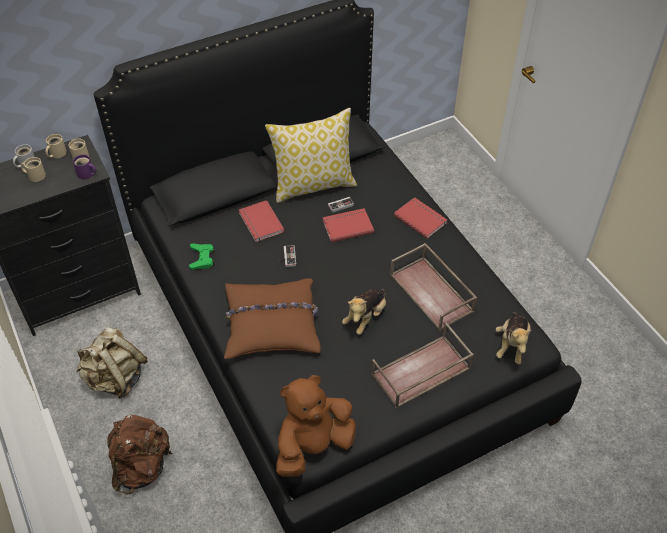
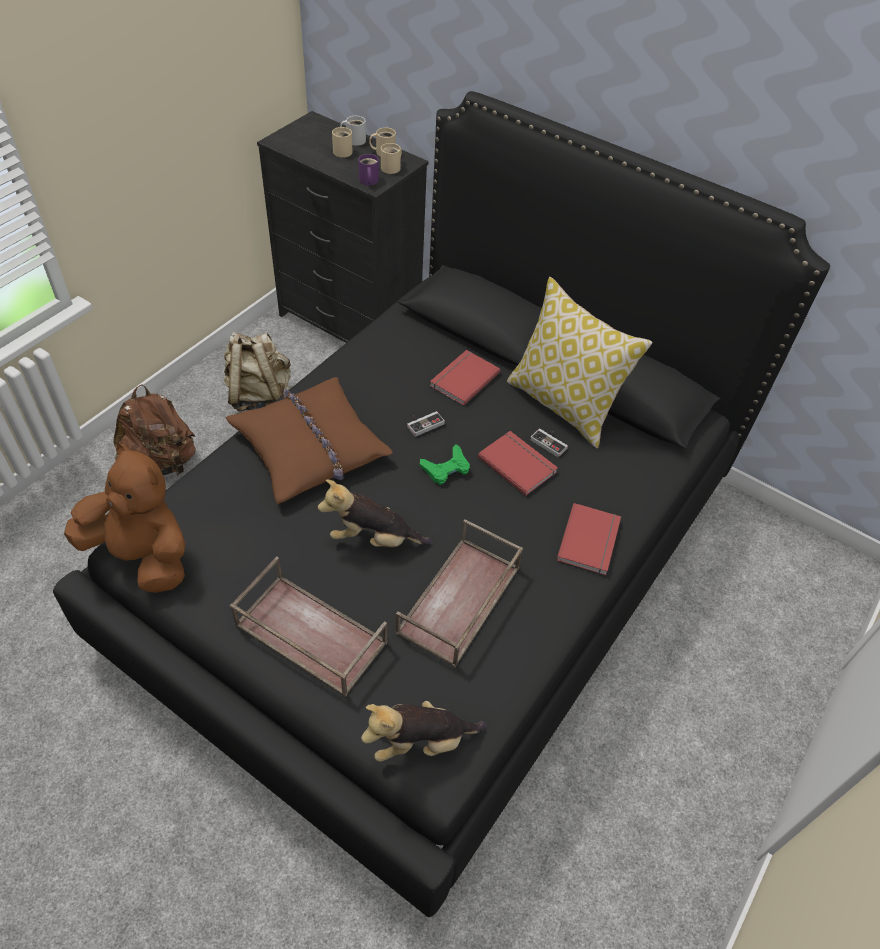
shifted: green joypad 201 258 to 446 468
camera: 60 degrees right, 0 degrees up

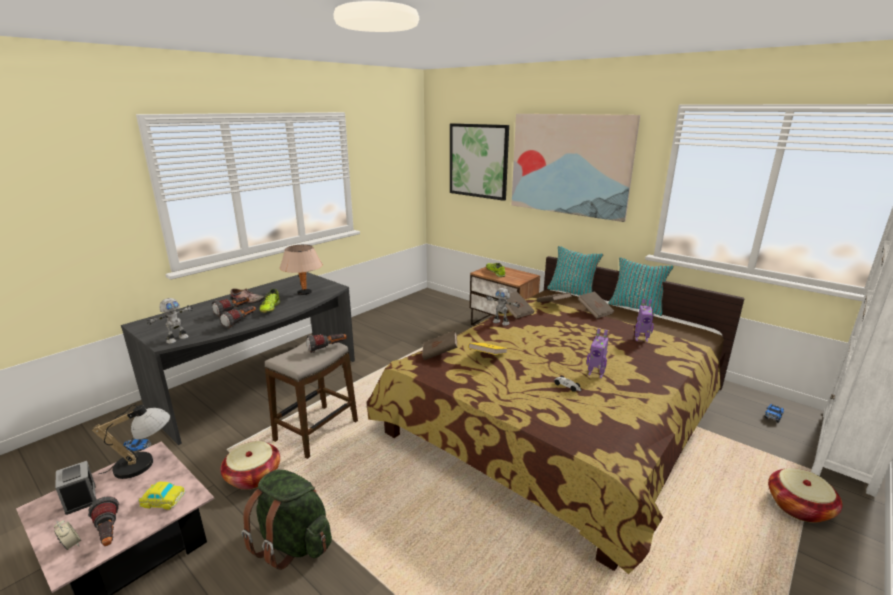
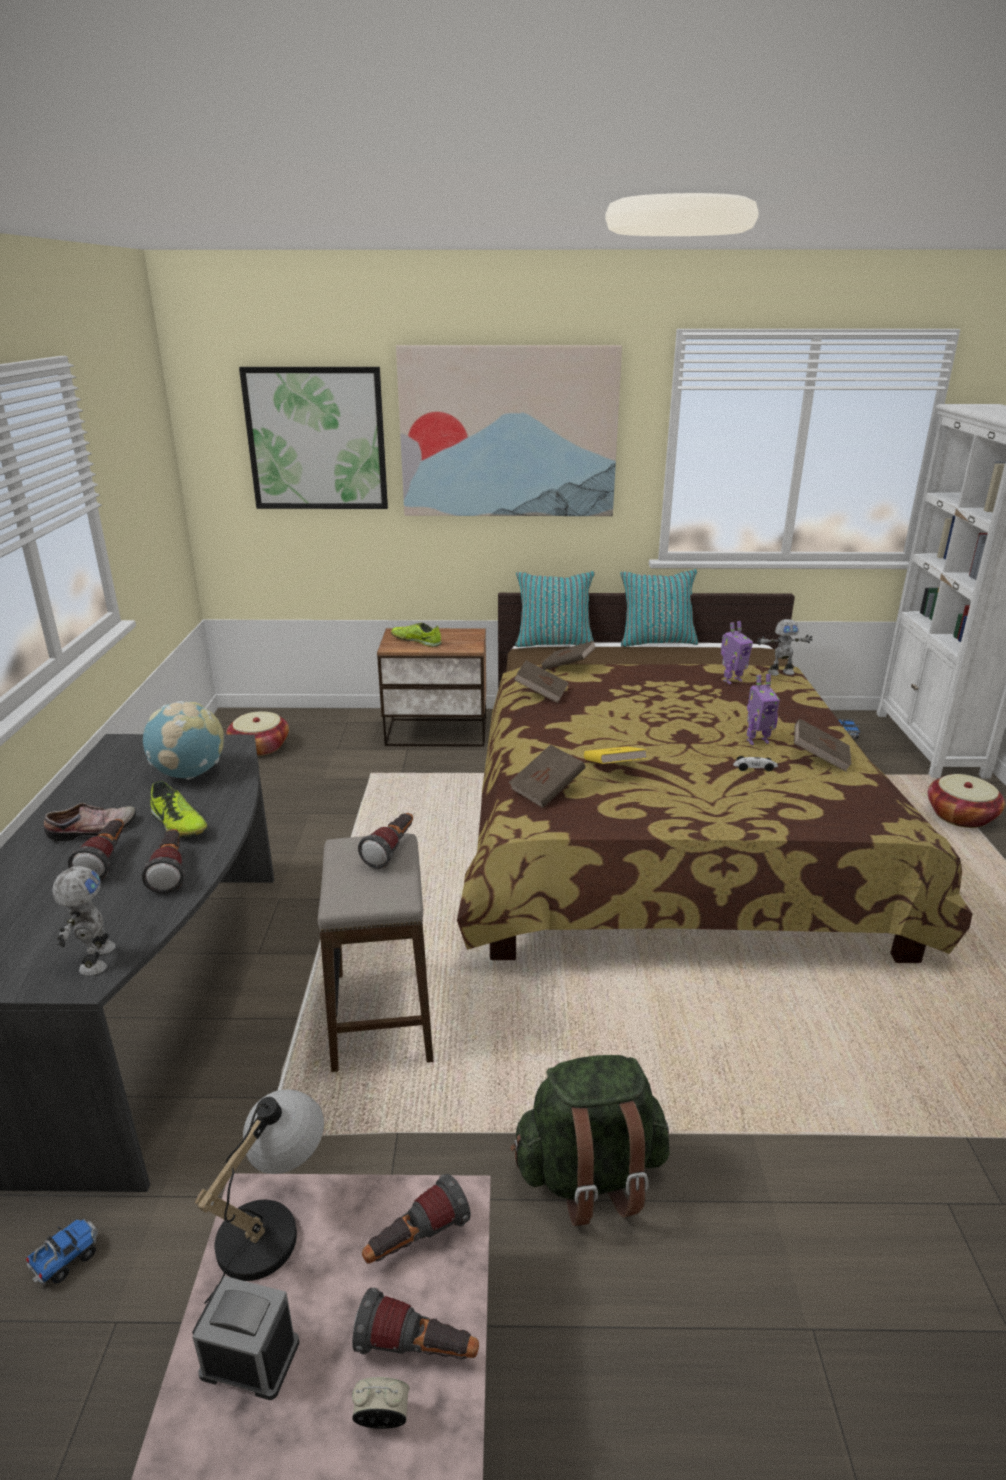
shifted: basket 253 476 to 260 747; toy robot 501 322 to 780 672; brown-coloured bound book 595 312 to 819 758
swapped: model car 162 500 to flashlight 415 1241; beige lamp for a table 304 293 to world globe 190 773
camera: 40 degrees left, 5 degrees up

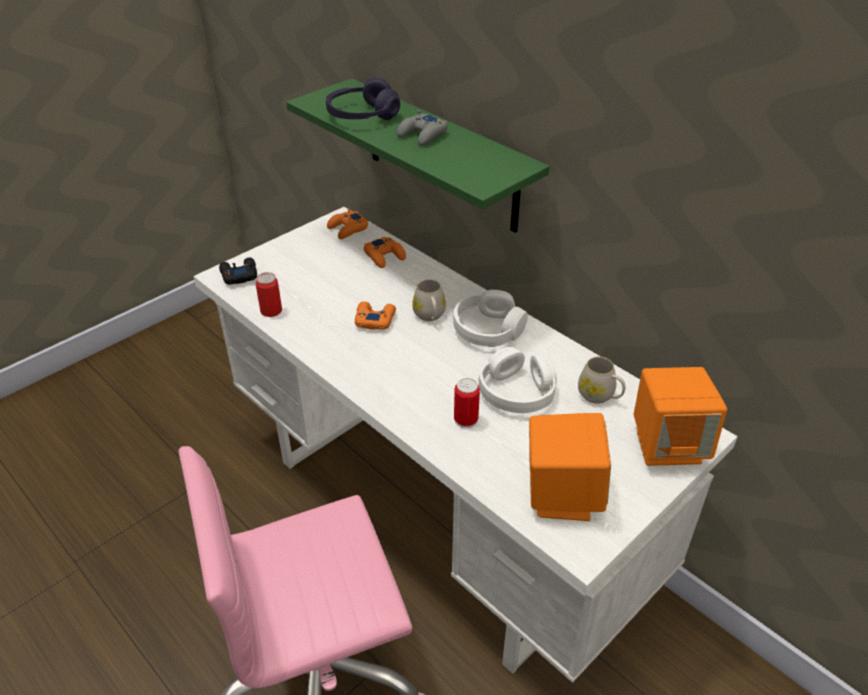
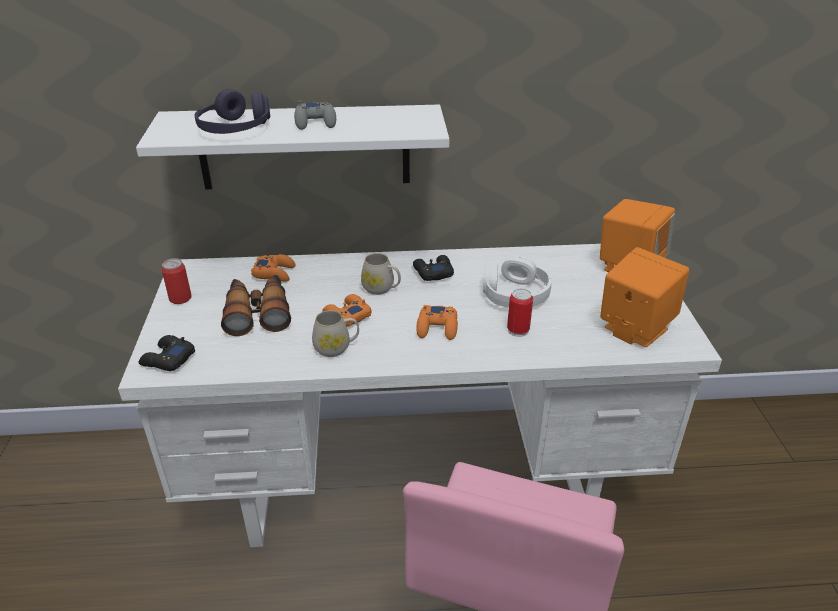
new: field glasses 258 312
shifted: can 271 311 to 180 298; orange-coloured joypad 347 229 to 437 327; white mug 599 396 to 336 347
swapped: white pair of headphones 488 329 to black-coloured joypad 433 272
repainted: green wall shelf 441 156 to white wall shelf 304 147
camera: 50 degrees left, 5 degrees down

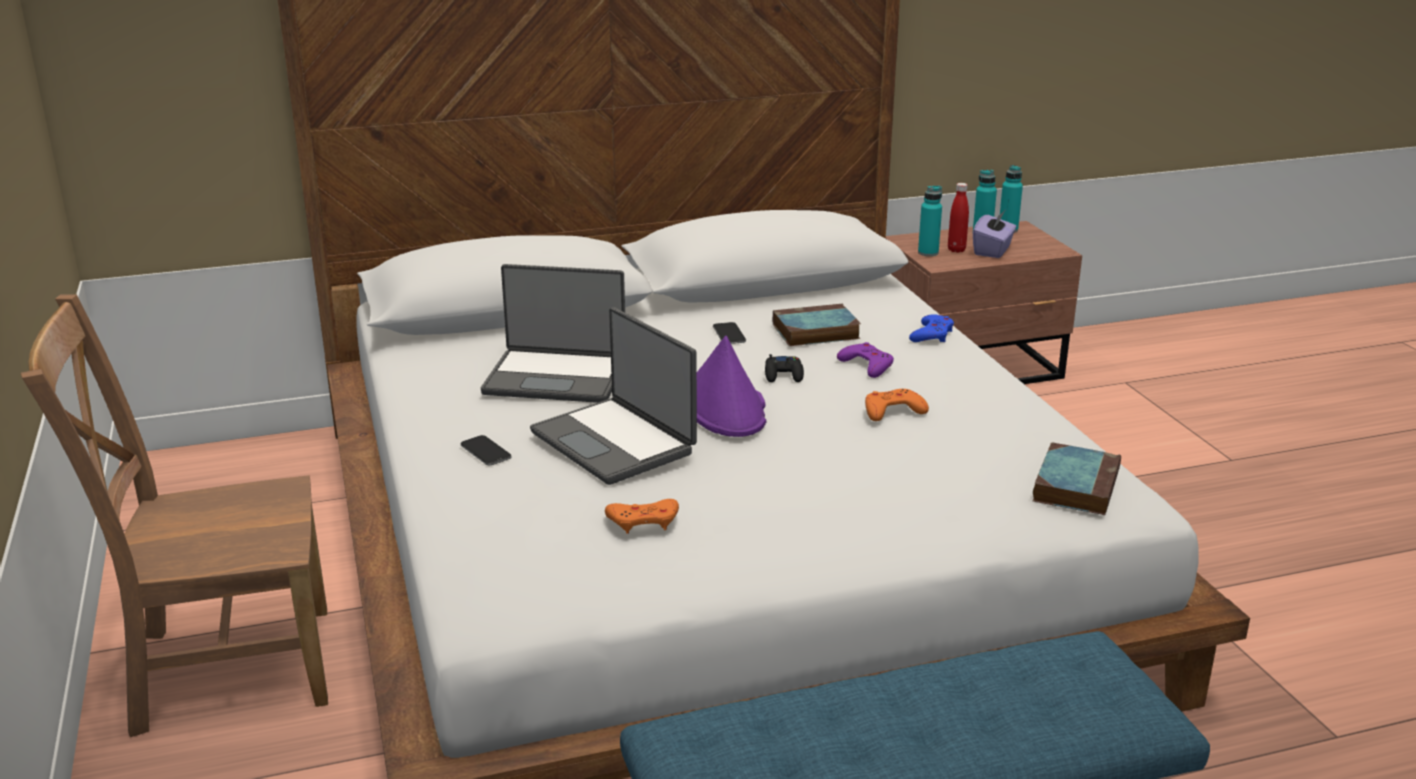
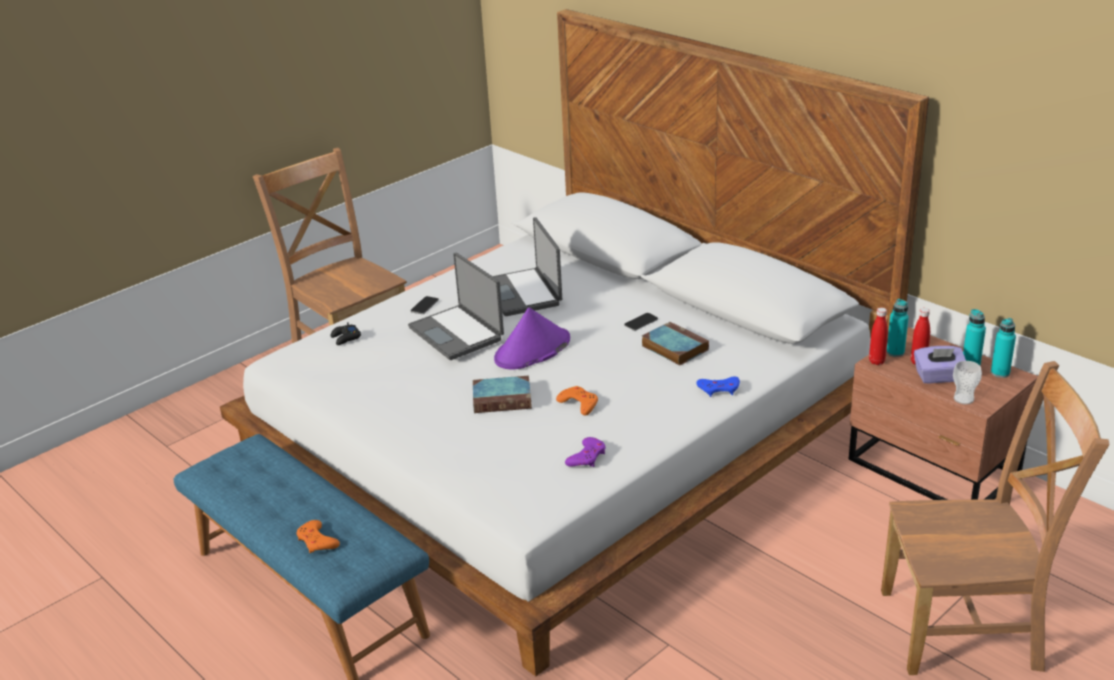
new: red-coloured bottle 876 361; brown-coloured chair 967 629; cup 963 399
shifted: orange-coloured joypad 643 521 to 317 541; black-coloured joypad 784 374 to 345 338; purple-coloured joypad 867 365 to 587 457; bound book 1075 485 to 503 399
rotated: portable computer 615 442 = 457 333 60 degrees counterclockwise
camera: 65 degrees right, 5 degrees up

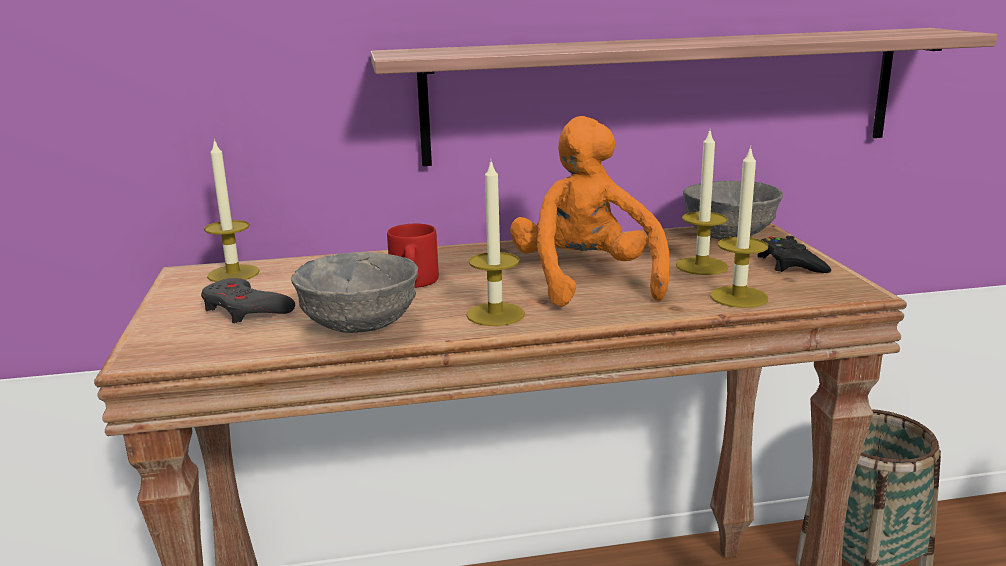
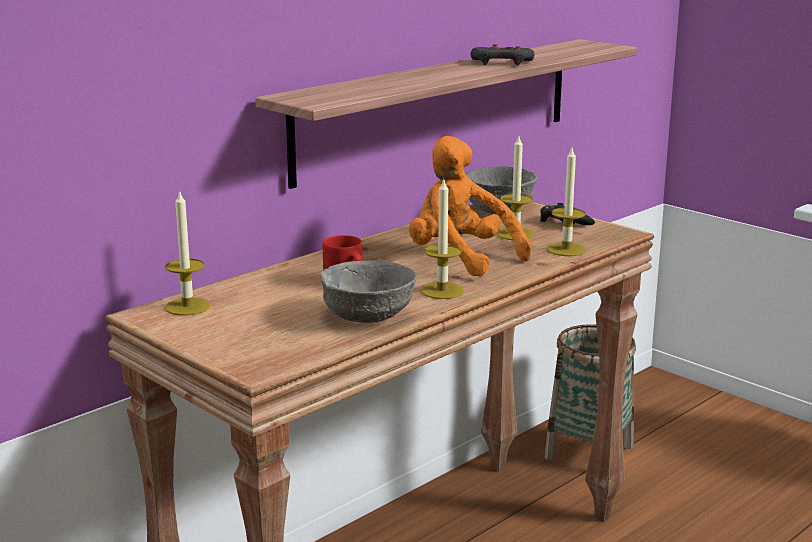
shifted: greyish joypad 245 309 to 502 62
camera: 35 degrees left, 0 degrees up

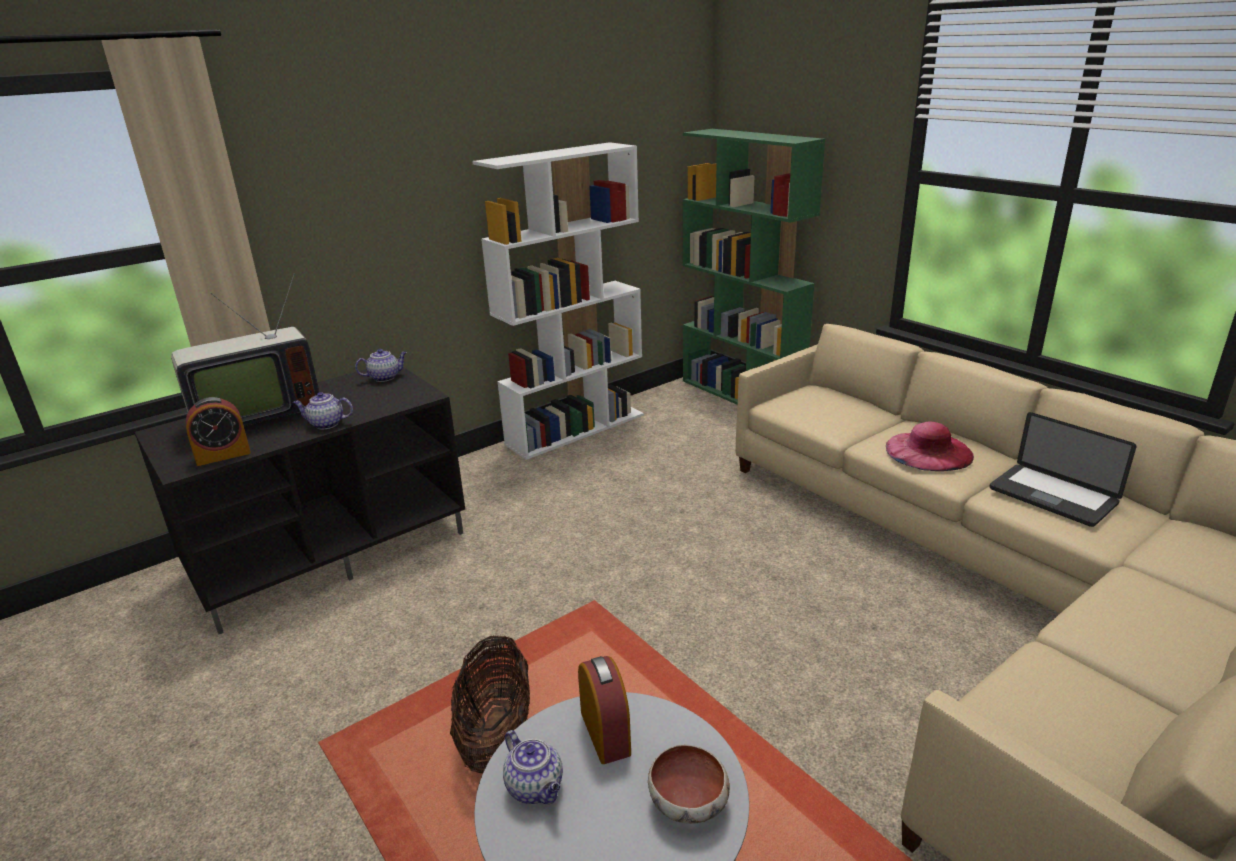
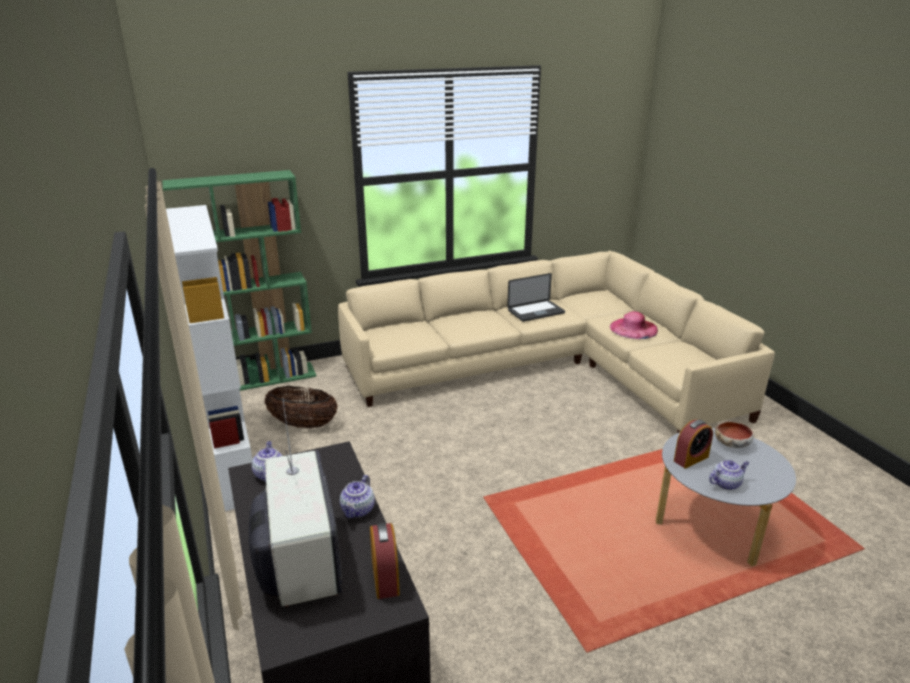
shifted: basket 496 735 to 303 424; pink-coloured wearable hat 928 451 to 633 328
rotated: table clock 605 733 = 691 459 150 degrees clockwise
camera: 75 degrees left, 0 degrees up

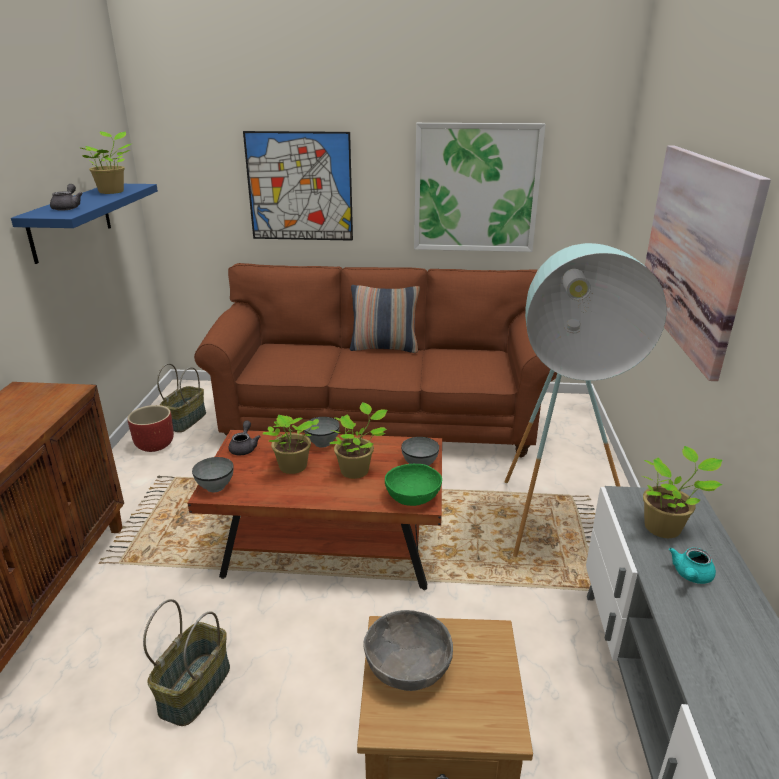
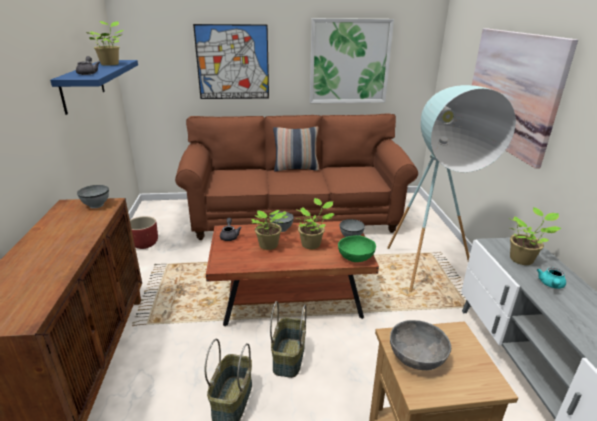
shifted: basket 185 420 to 288 357; greyish bowl 215 487 to 96 205
camera: 10 degrees left, 0 degrees up

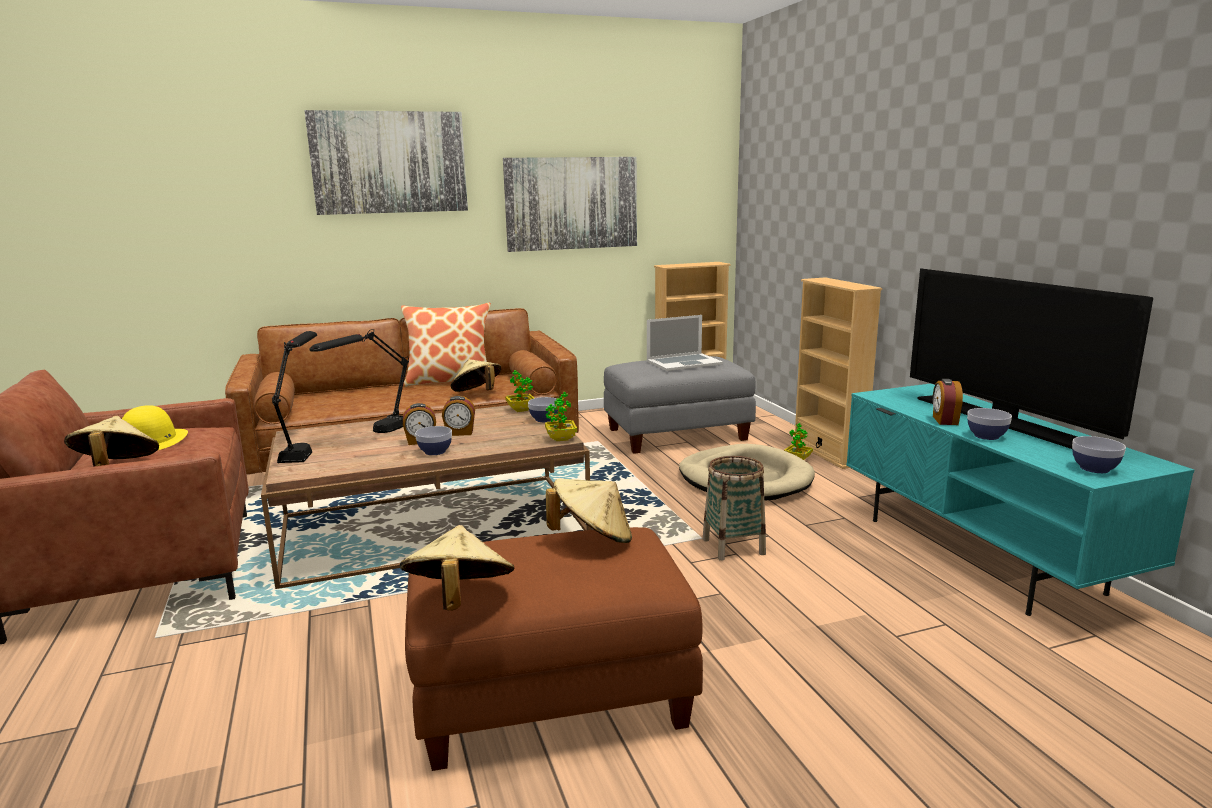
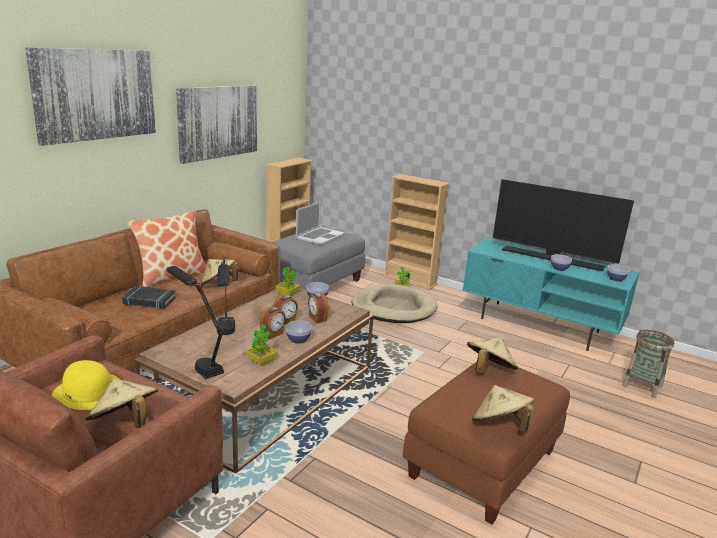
new: black-coloured bound book 149 301
shifted: plant in a pot 561 438 to 261 361; basket 733 546 to 642 386; table clock 944 420 to 317 318
camera: 40 degrees left, 5 degrees up

